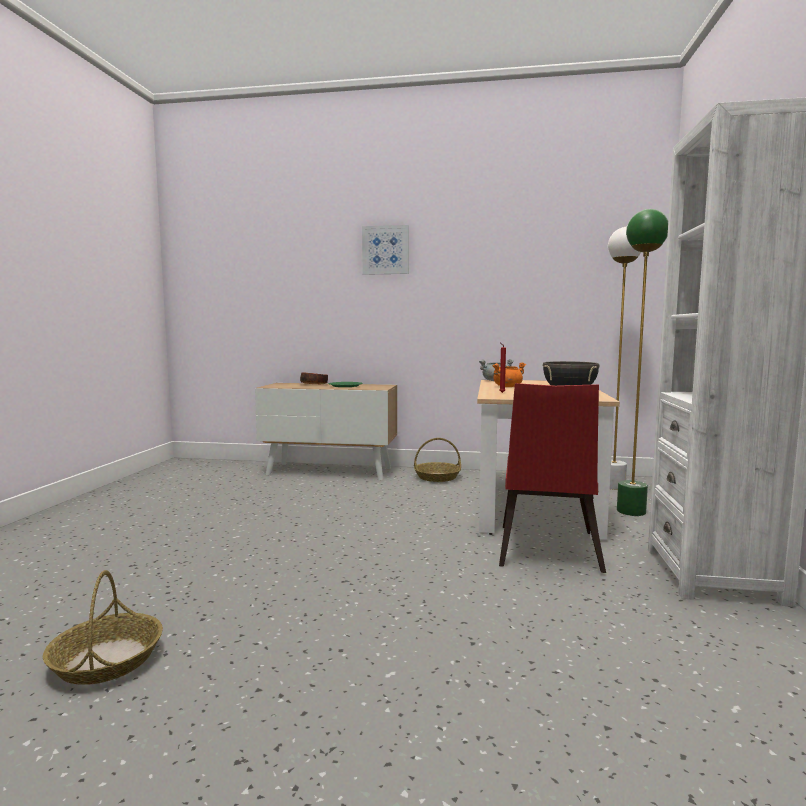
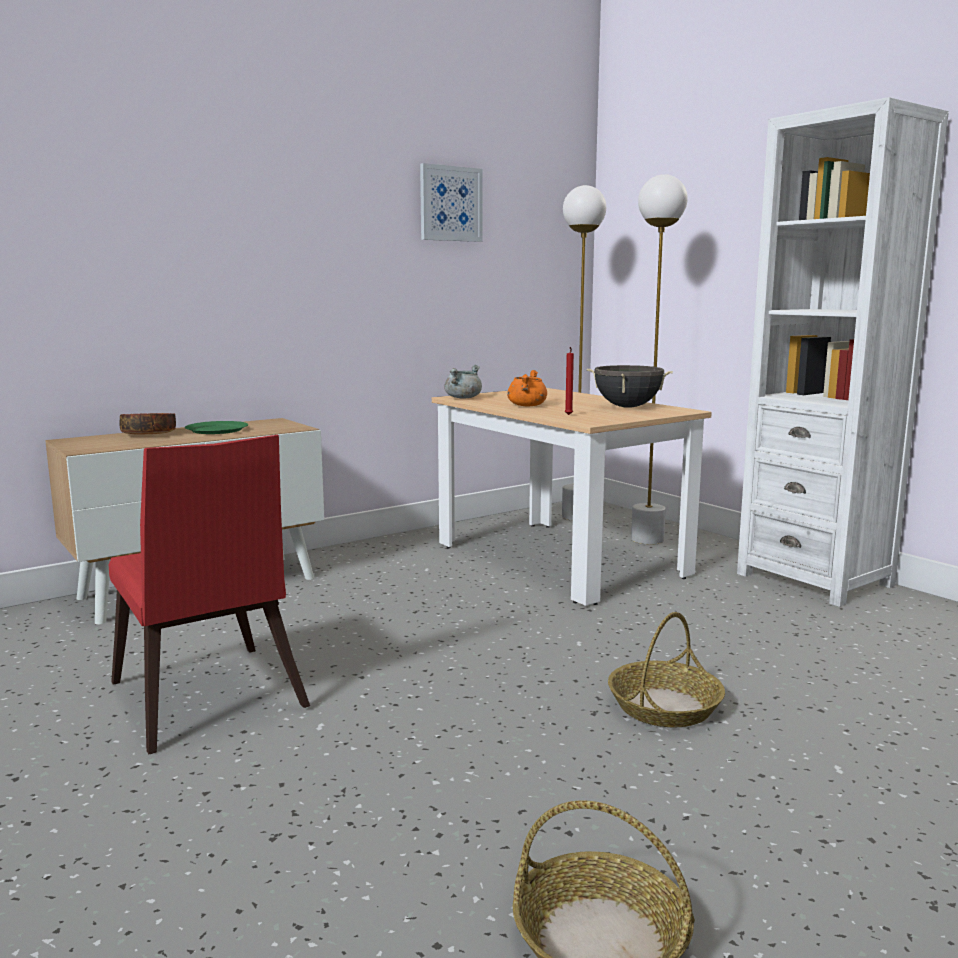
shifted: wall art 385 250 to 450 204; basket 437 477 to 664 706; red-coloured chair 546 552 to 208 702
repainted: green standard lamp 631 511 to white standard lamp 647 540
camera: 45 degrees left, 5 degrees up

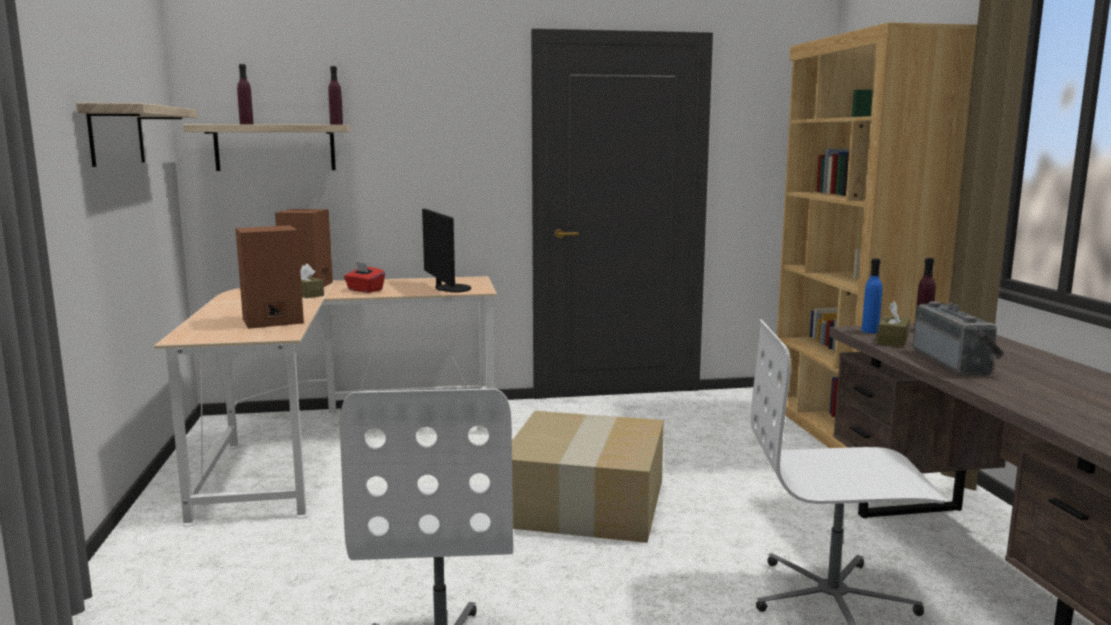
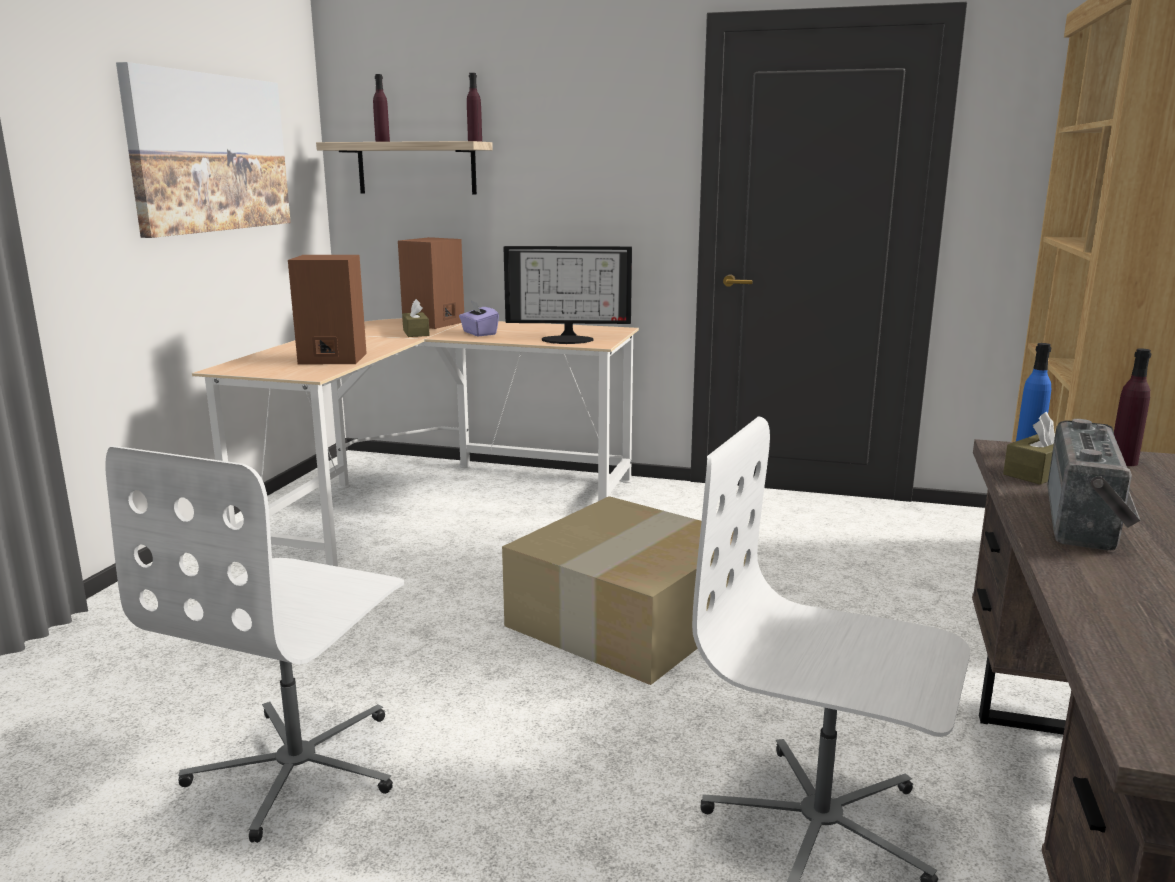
swapped: wall shelf 116 135 to wall art 209 153
repainted: red-coloured tissue holder 364 290 to purple-coloured tissue holder 479 333
rotated: monitor 449 288 = 568 339 90 degrees clockwise
camera: 25 degrees right, 5 degrees up

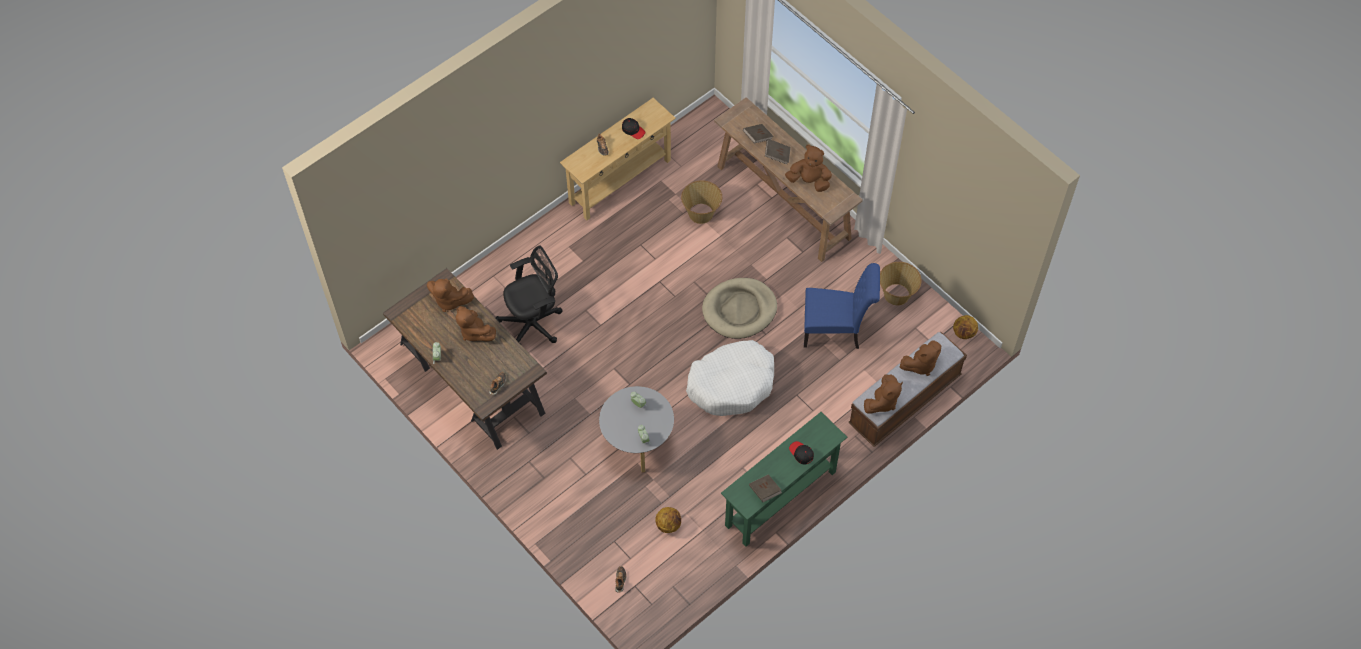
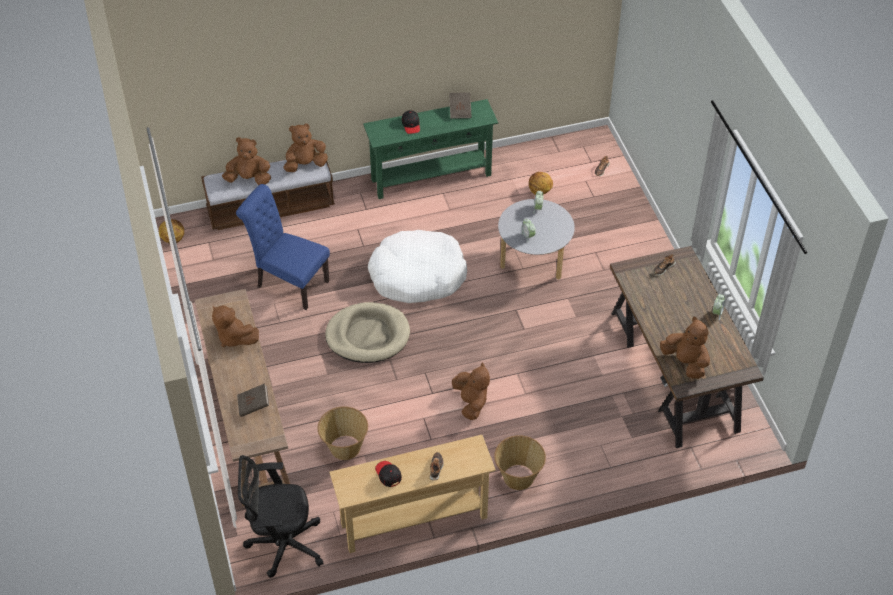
gone: brown-coloured bound book 777 155
shifted: brown-coloured cuddly toy 474 331 to 471 403; black-coloured office chair 534 323 to 282 544; basket 897 295 to 518 476
camera: 155 degrees left, 10 degrees down

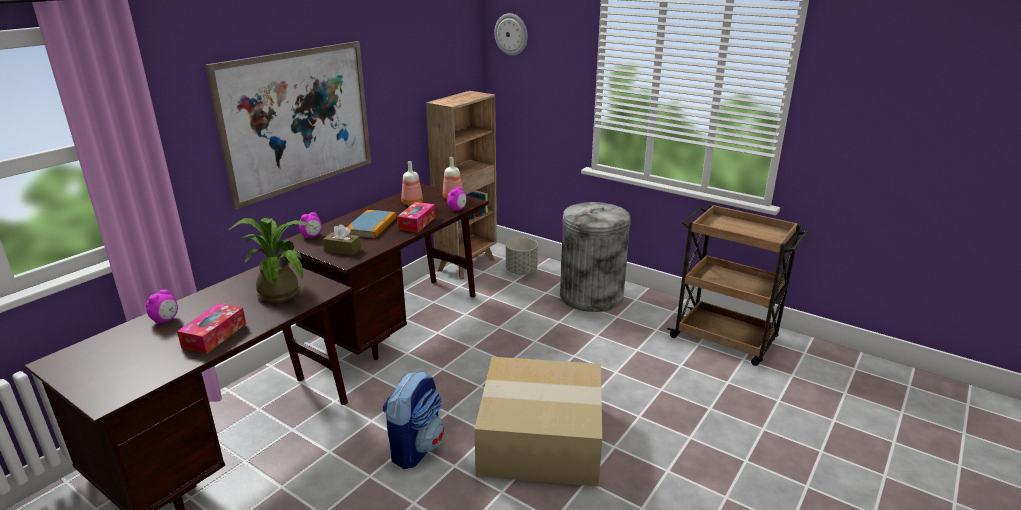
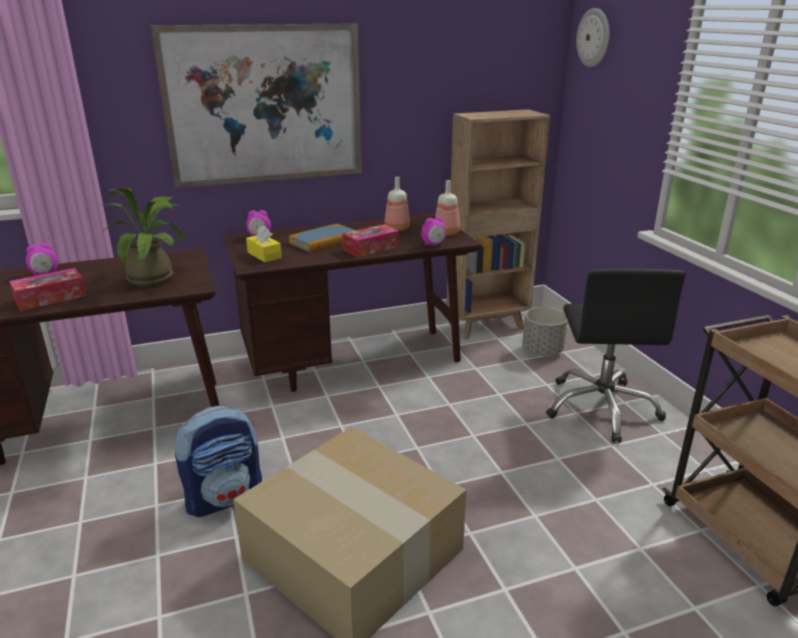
swapped: greyish trash can 591 296 to black-coloured office chair 602 408
repainted: brown-coloured tissue holder 342 250 to yellowish tissue holder 264 255
camera: 35 degrees right, 0 degrees up

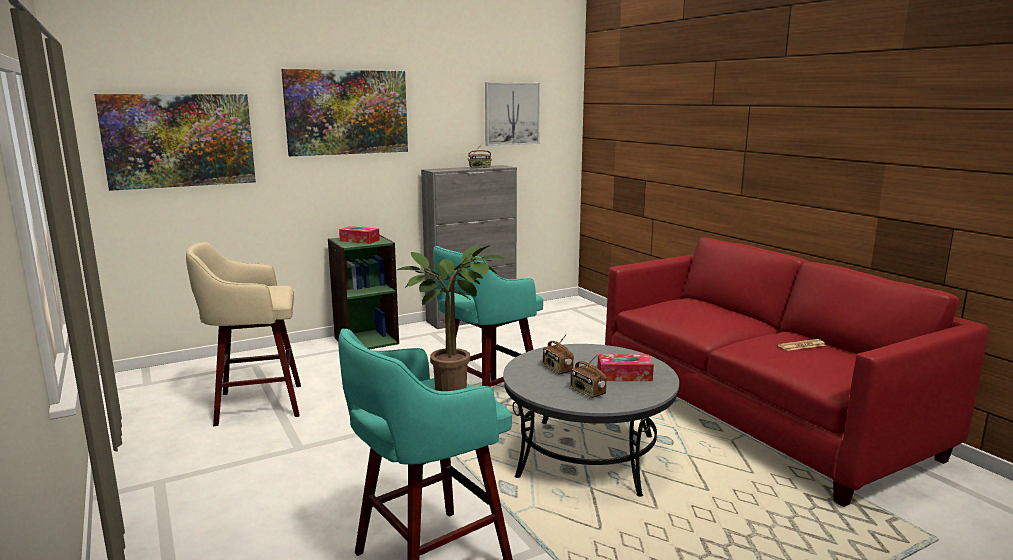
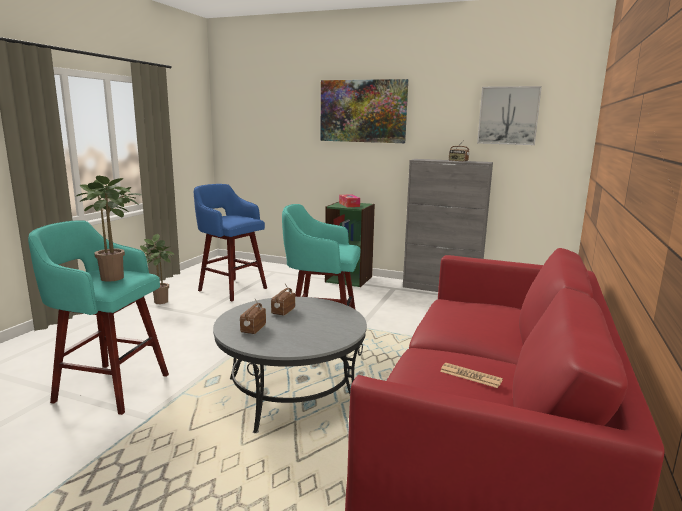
gone: wall art 179 140; tissue holder 624 375
new: plant in a pot 159 301
repainted: beige sitting stool 255 404 to blue sitting stool 231 289
camera: 50 degrees right, 0 degrees up

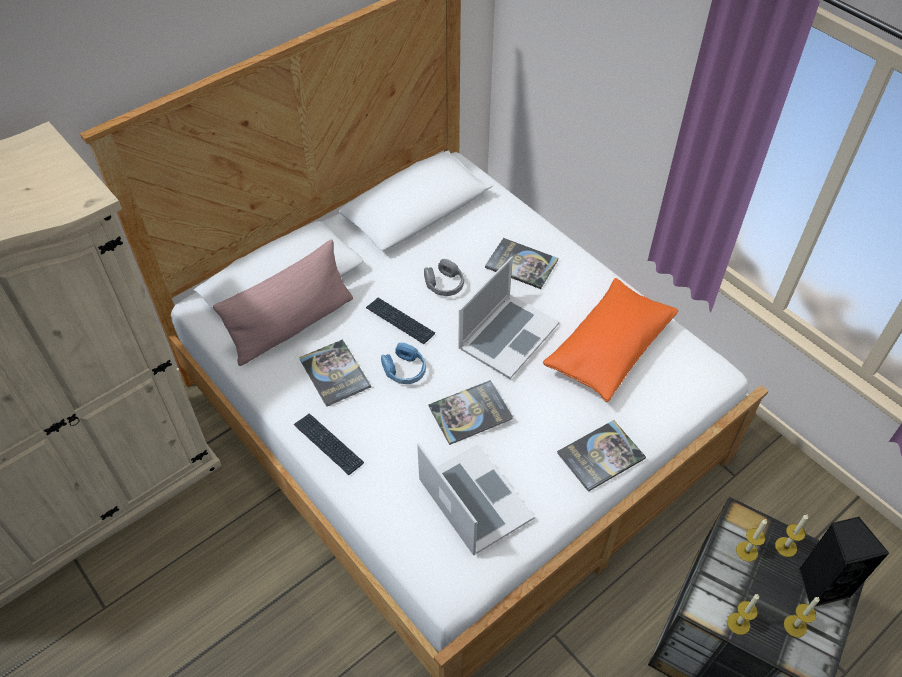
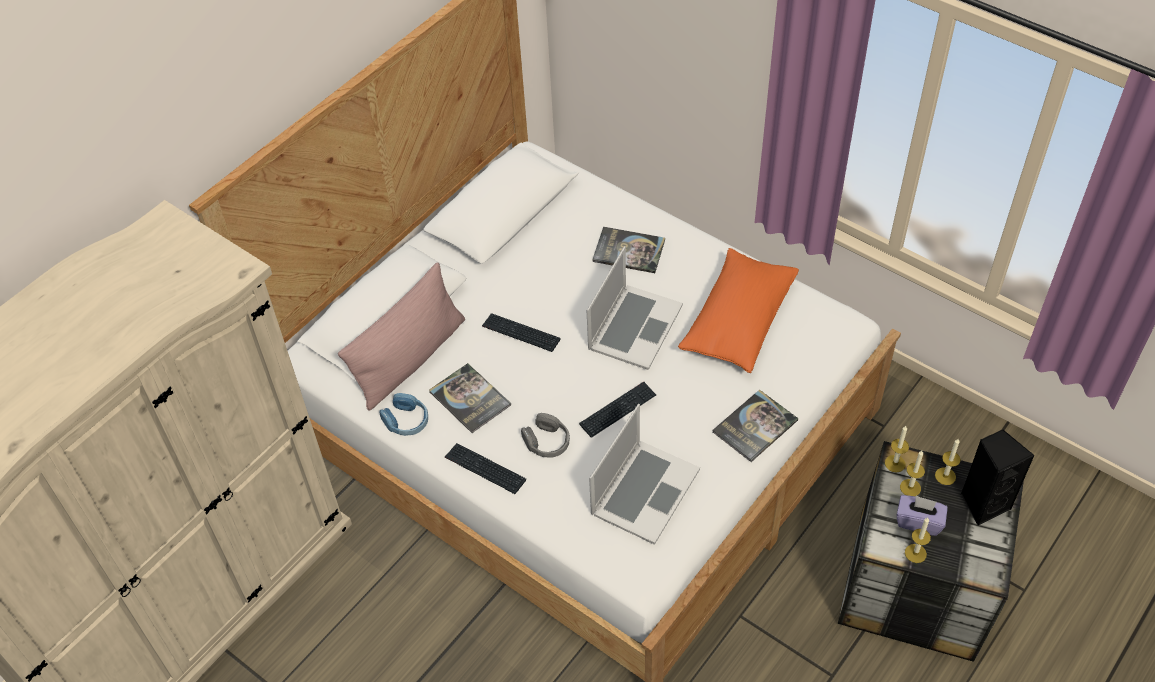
new: purple-coloured tissue holder 918 521
shifted: blue pair of headphones 404 370 to 406 421; greyish pair of headphones 444 284 to 547 442; wax light 795 626 to 895 463
swapped: bound book 470 413 to computer keyboard 618 410
rotated: portable computer 474 499 = 644 491 75 degrees clockwise
camera: 10 degrees left, 0 degrees up

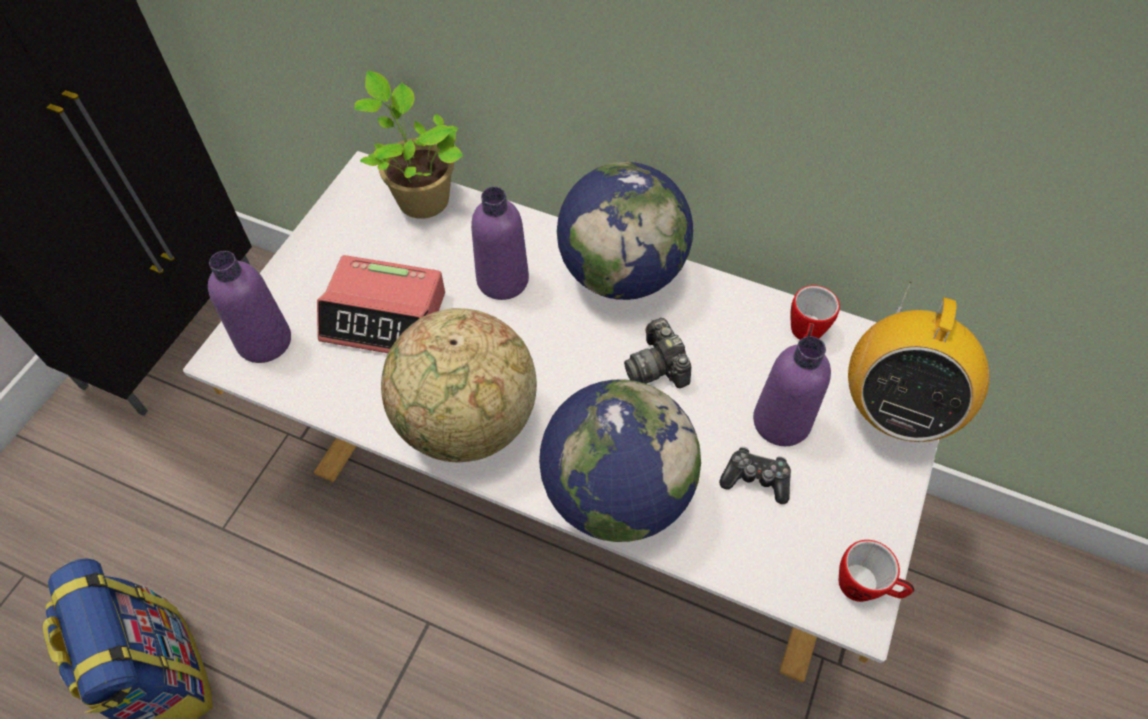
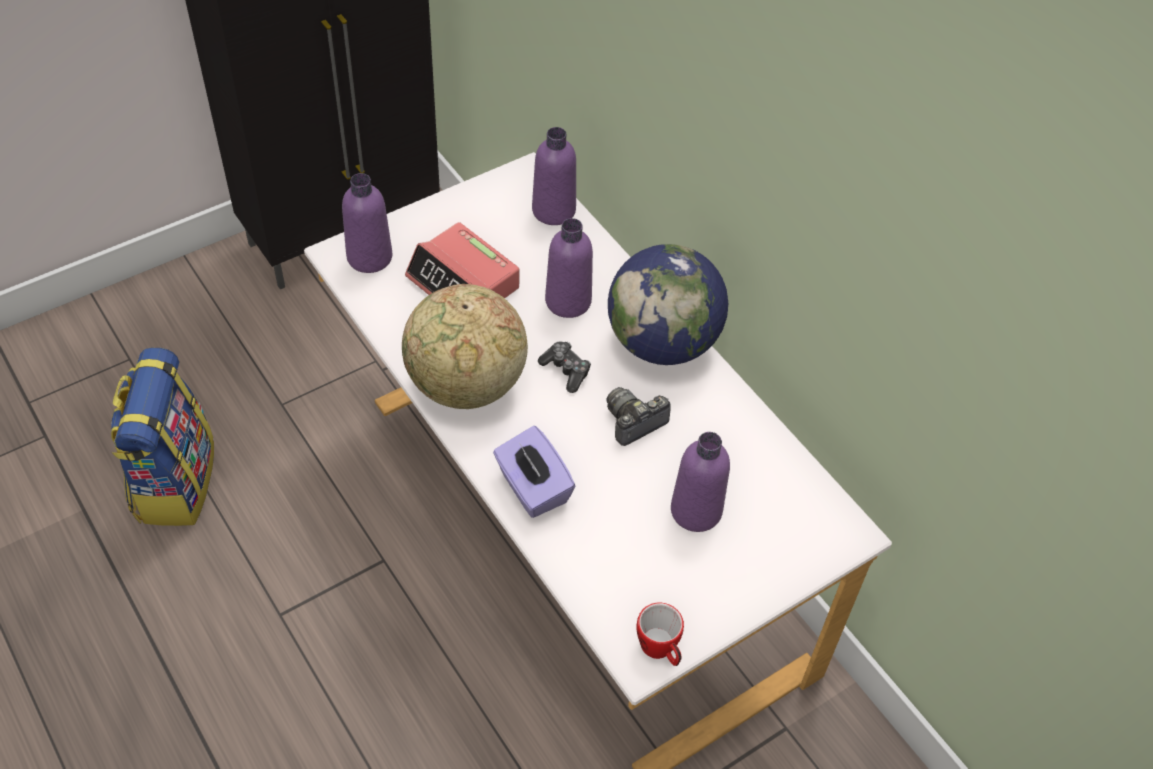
gone: mug 805 335; radio 894 410
shifted: joypad 755 479 to 566 370
swapped: plant in a pot 420 198 to purple-coloured bottle 553 210; world globe 616 493 to purple-coloured tissue holder 532 488
rotated: photo camera 657 366 = 634 422 45 degrees clockwise
camera: 30 degrees right, 5 degrees down

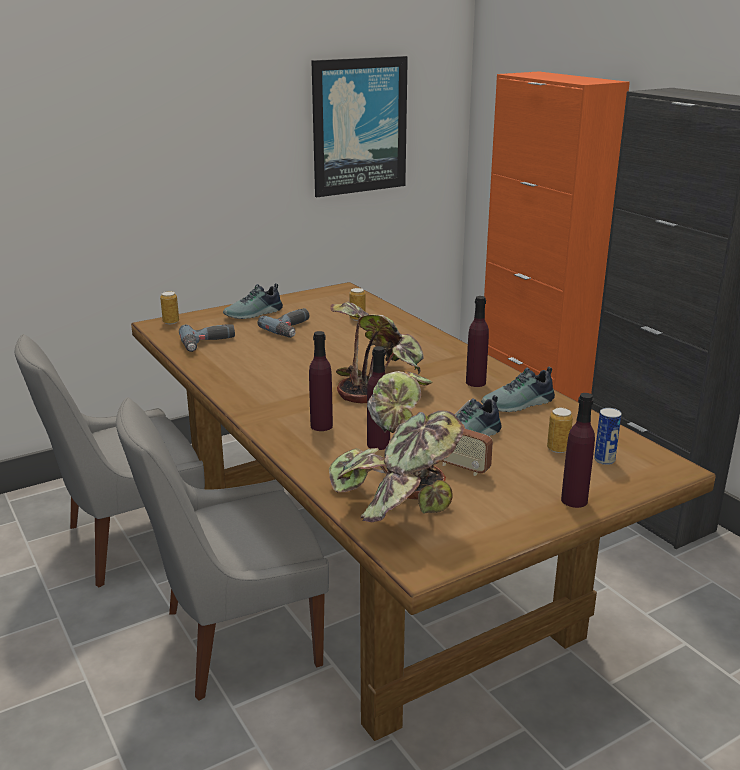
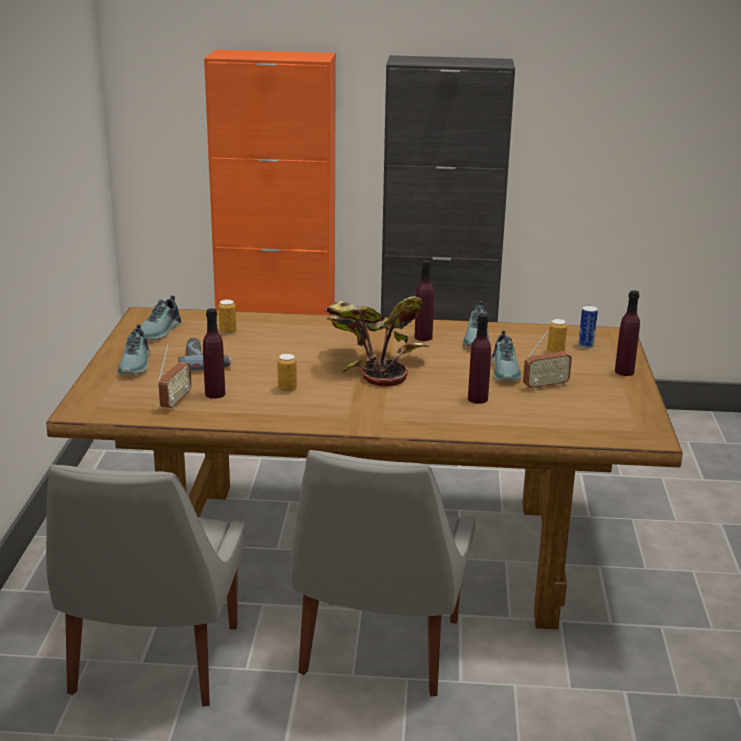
gone: wall art 359 126; plant in a pot 395 504
new: low shoe 160 331
shifted: can 171 322 to 287 389; purple-coloured bottle 321 426 to 215 394
swapped: drill 209 343 to radio 175 402
camera: 55 degrees left, 0 degrees up

